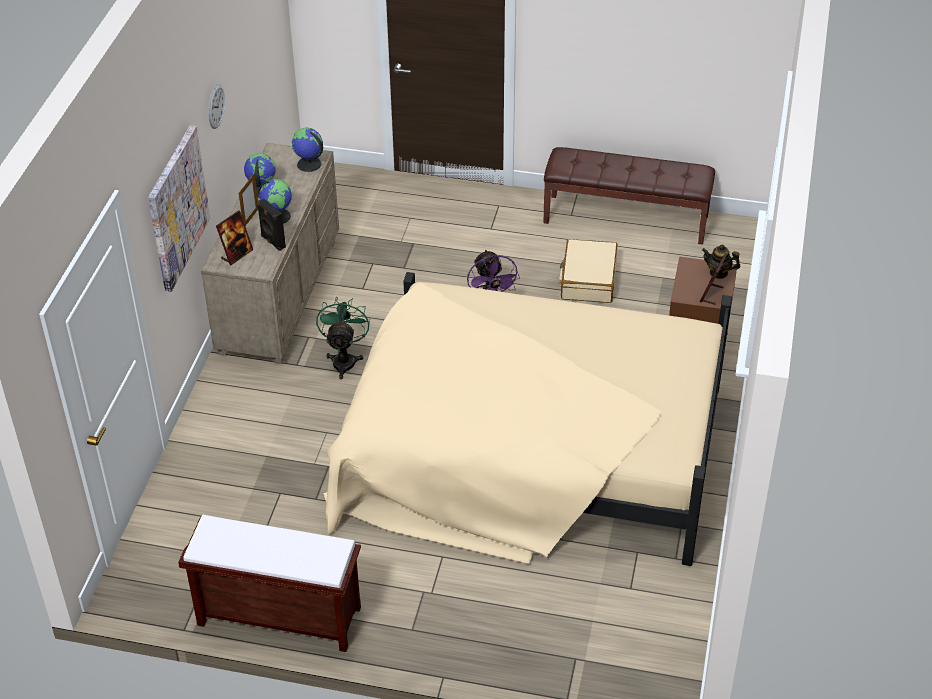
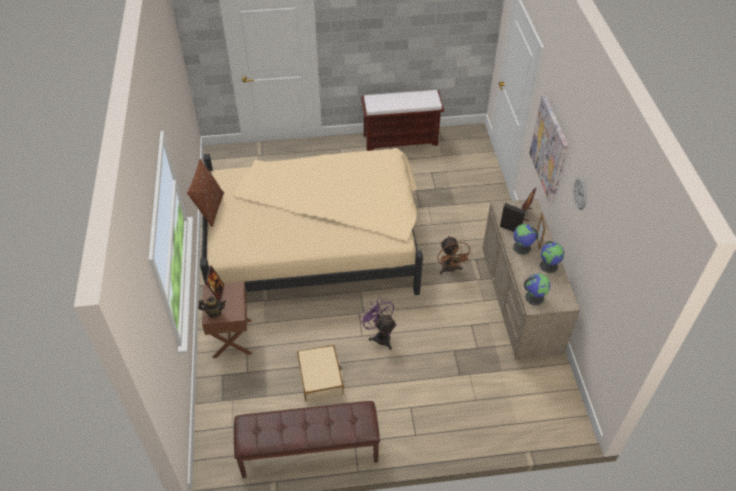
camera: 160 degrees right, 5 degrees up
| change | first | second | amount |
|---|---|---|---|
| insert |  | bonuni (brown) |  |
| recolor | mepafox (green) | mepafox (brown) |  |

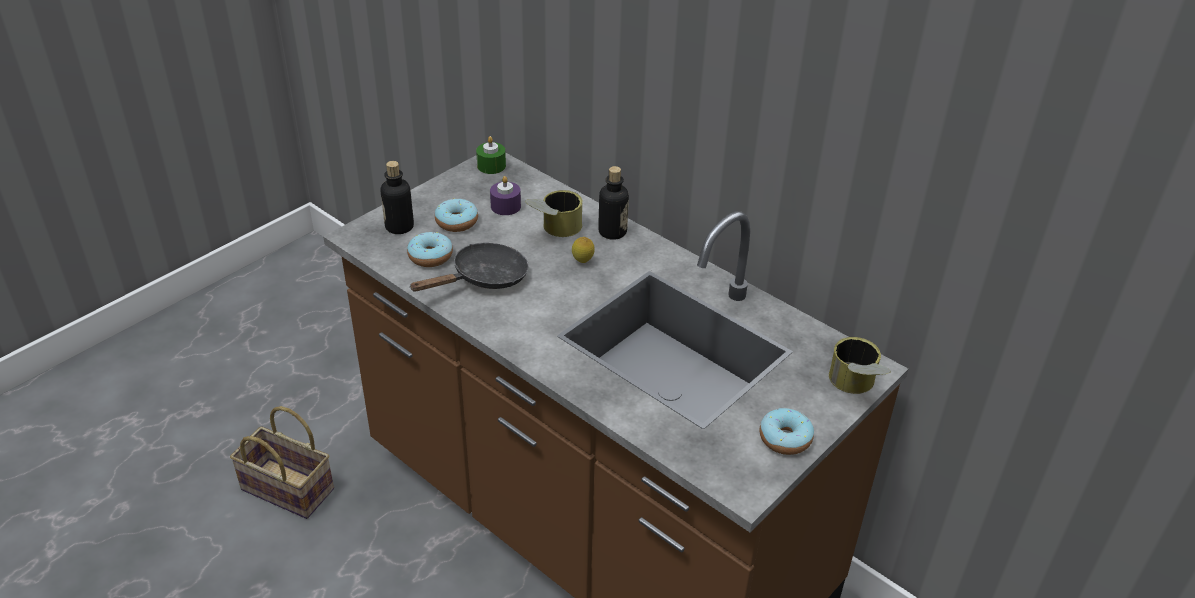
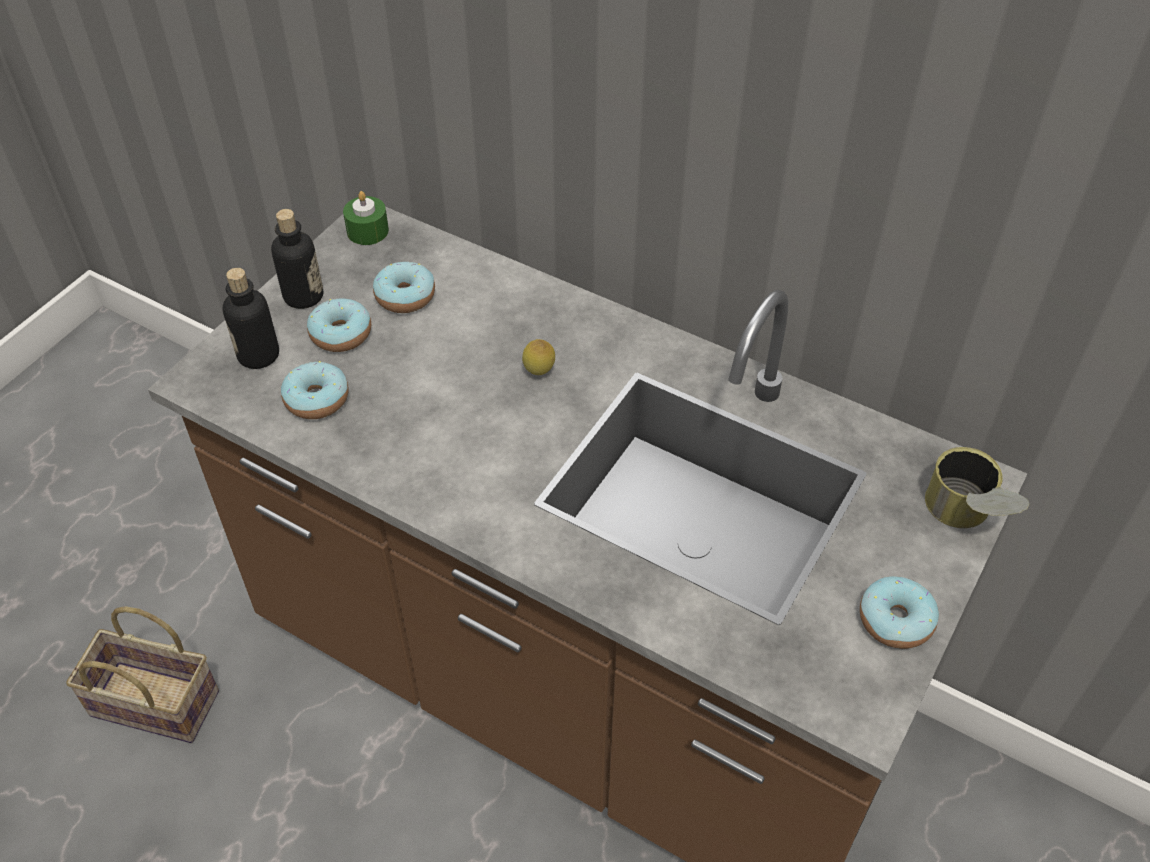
camera: 10 degrees left, 10 degrees up
| change | first | second | amount |
|---|---|---|---|
| delete | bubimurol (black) |  |  |
| delete | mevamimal (1st from left) |  |  |
| move | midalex (2nd from left) |  |  |
| replace | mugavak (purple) | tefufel (3rd from left) |  |

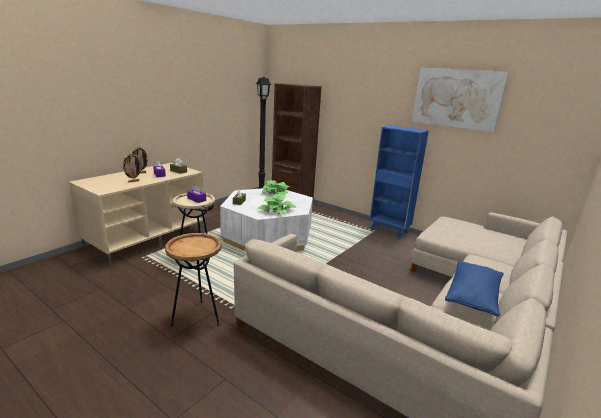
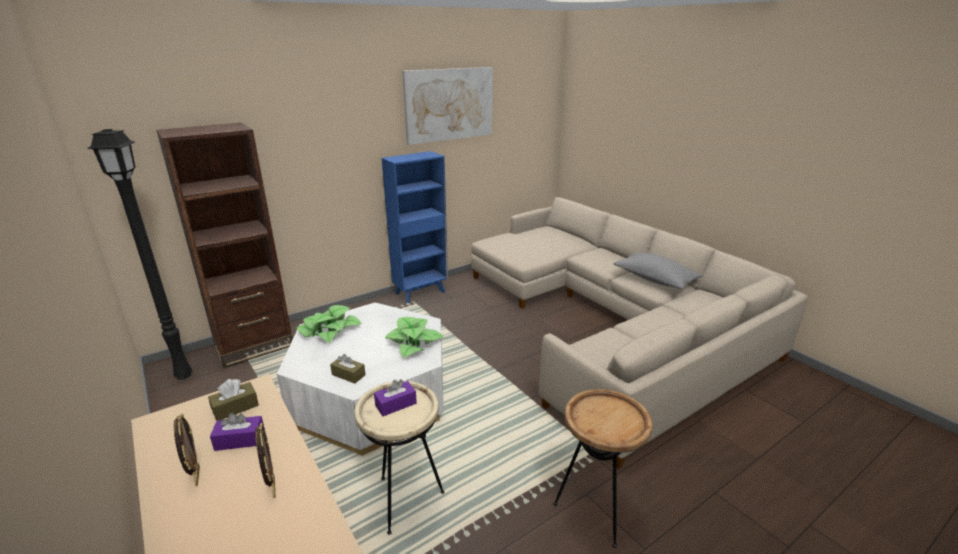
camera: 70 degrees left, 5 degrees up
| change | first | second | amount |
|---|---|---|---|
| recolor | bonuni (blue) | bonuni (grey) |  |

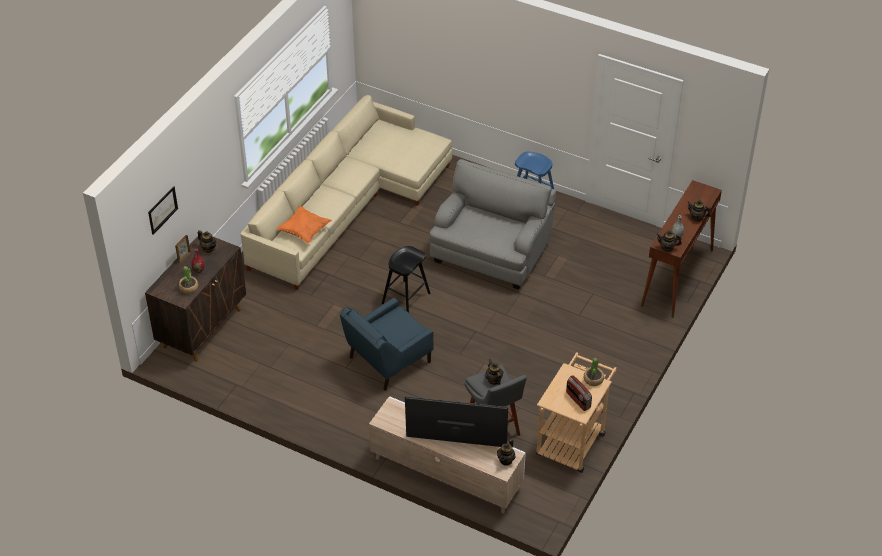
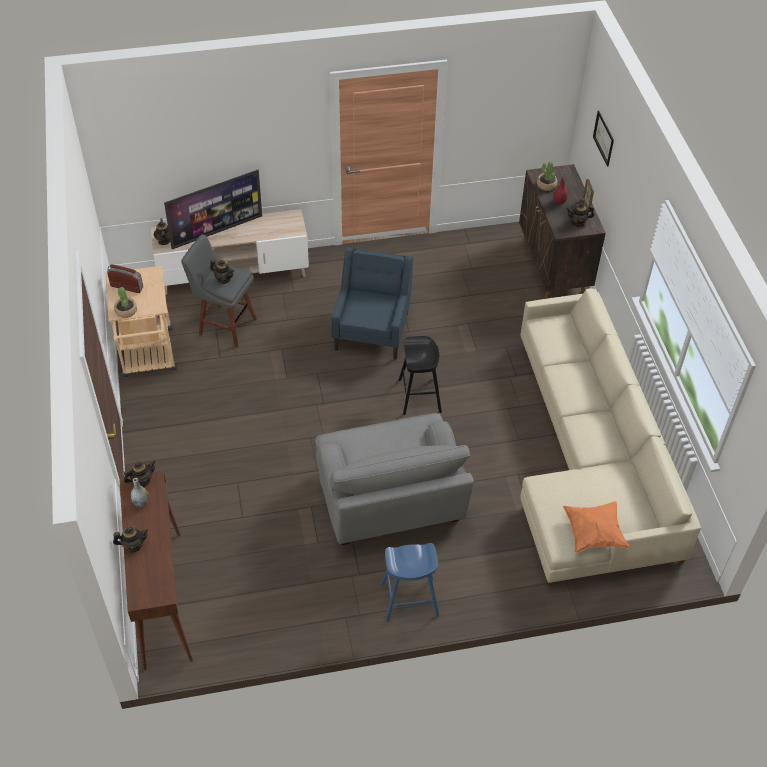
camera: 140 degrees right, 5 degrees up
| change | first | second | amount |
|---|---|---|---|
| move | bonuni (orange) |  |  |

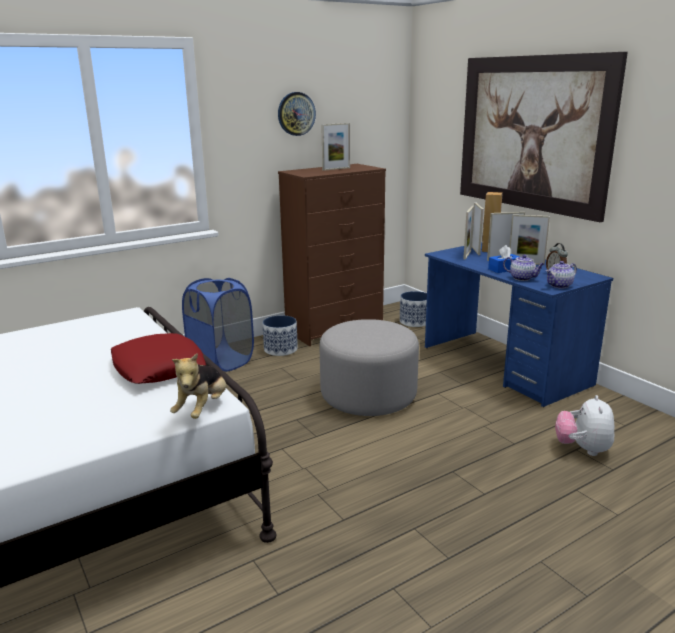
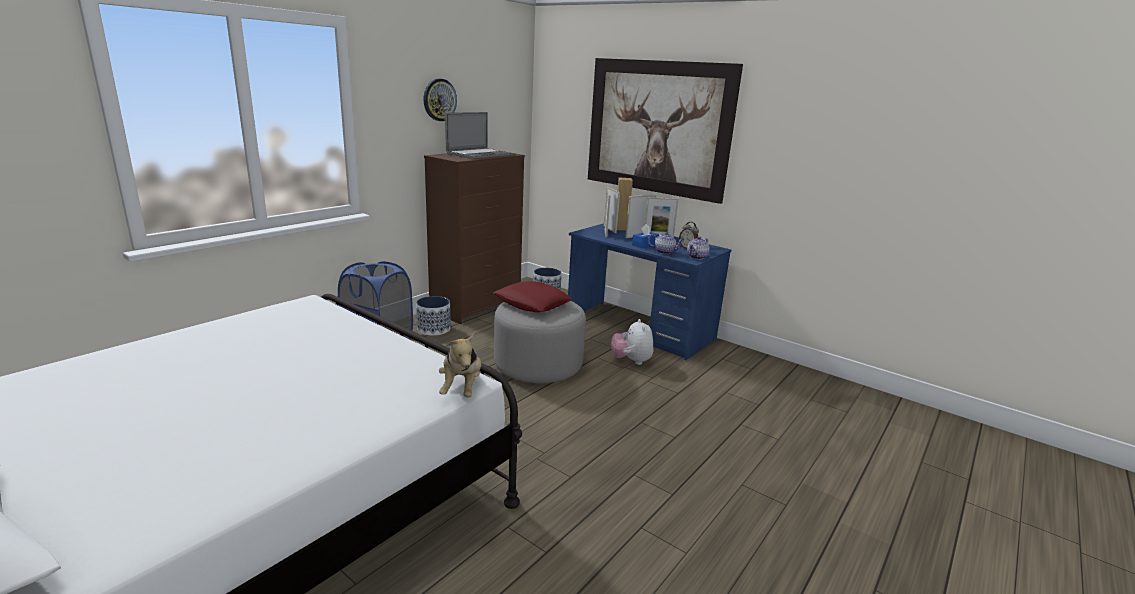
camera: 20 degrees left, 0 degrees up
| change | first | second | amount |
|---|---|---|---|
| move | bonuni (red) |  |  |
| move | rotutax (2nd from left) |  |  |
| replace | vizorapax (1st from left) | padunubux |  |

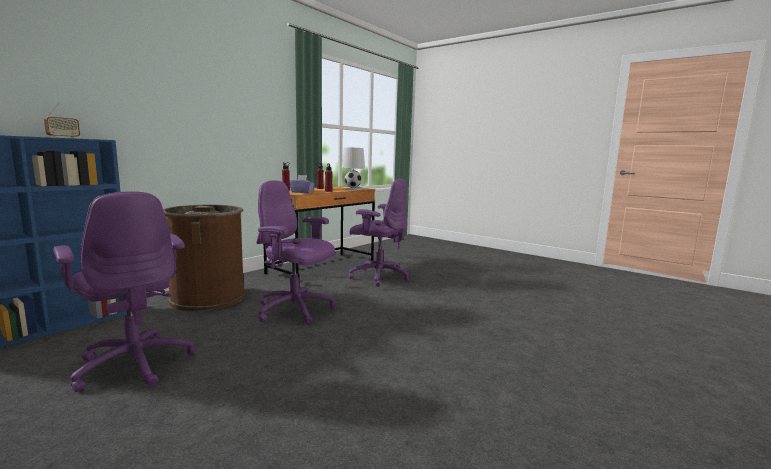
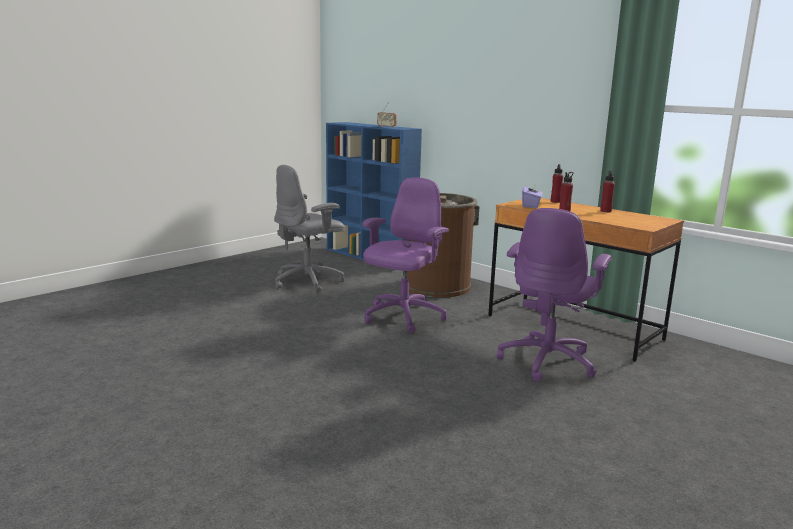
camera: 95 degrees right, 5 degrees up
| change | first | second | amount |
|---|---|---|---|
| delete | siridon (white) |  |  |
| recolor | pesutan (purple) (1st from left) | pesutan (grey) |  |

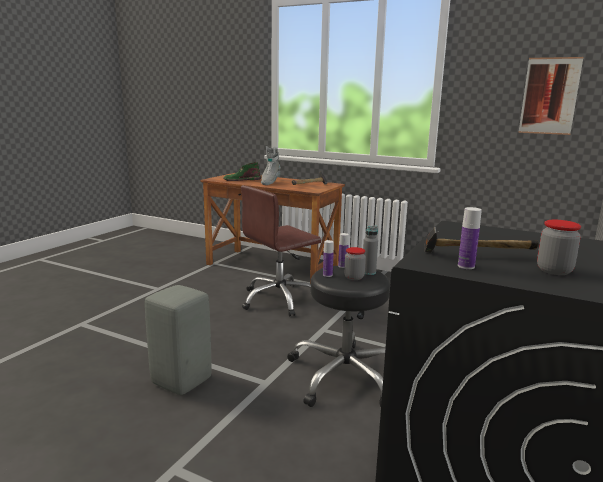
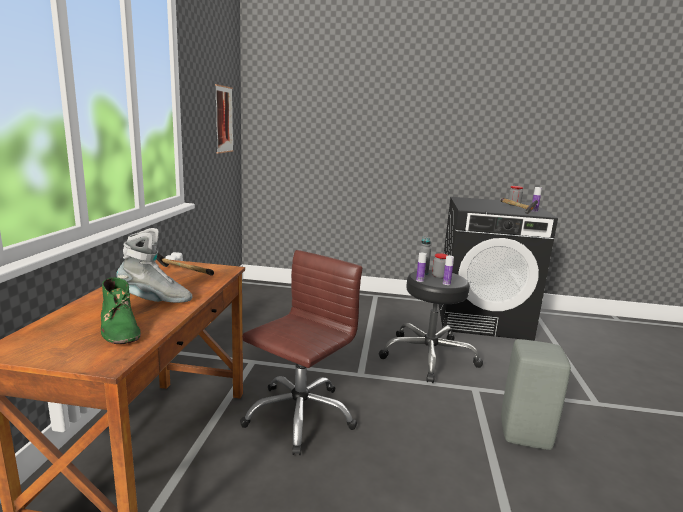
camera: 110 degrees left, 0 degrees up
| change | first | second | amount |
|---|---|---|---|
| rotate | pesutan (brown) |  | 90 degrees counterclockwise |

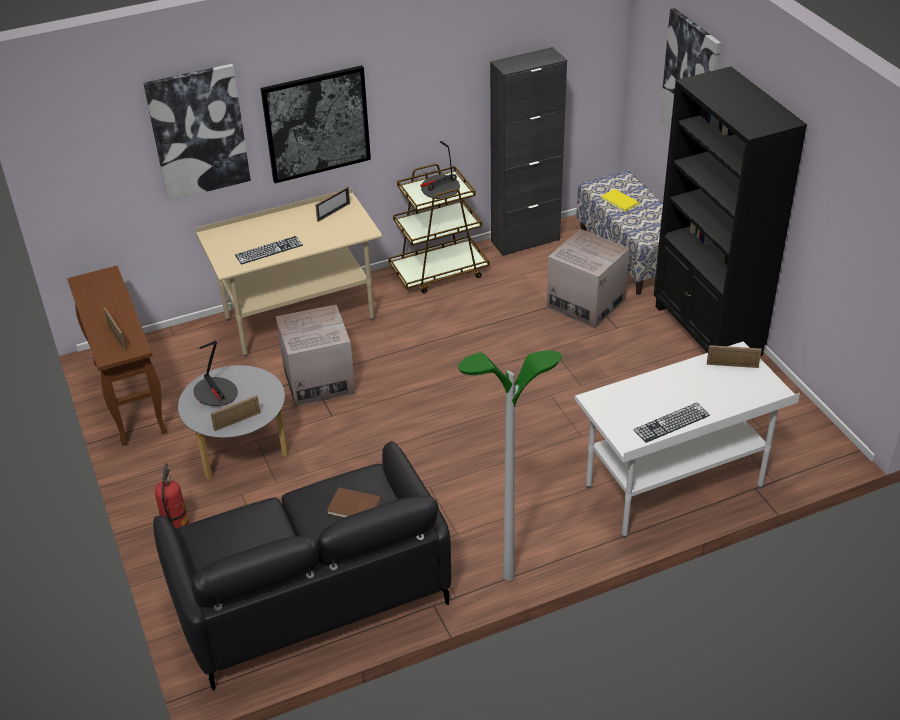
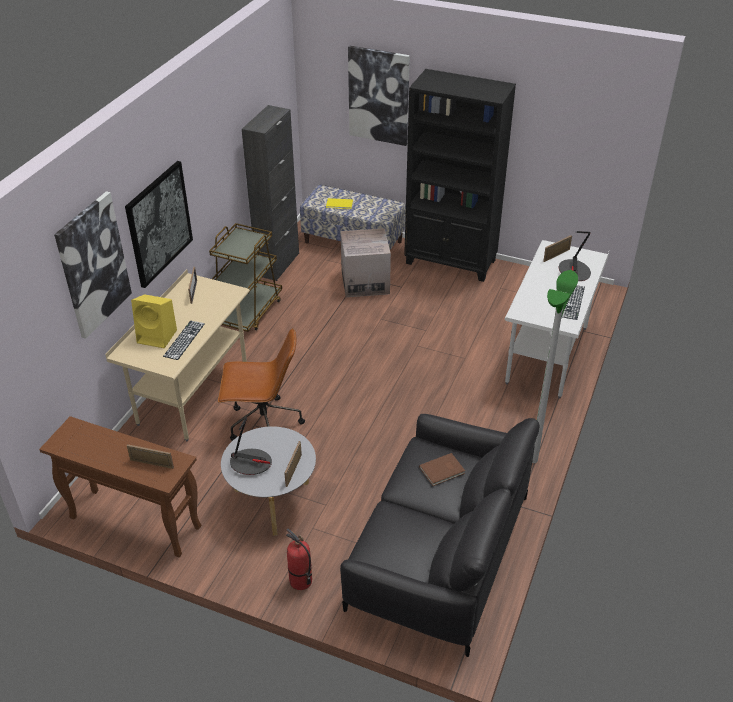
camera: 45 degrees left, 0 degrees up
| change | first | second | amount |
|---|---|---|---|
| insert |  | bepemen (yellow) |  |
| move | siridon (2nd from left) |  |  |
| replace | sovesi (1st from left) | pesutan (brown) |  |

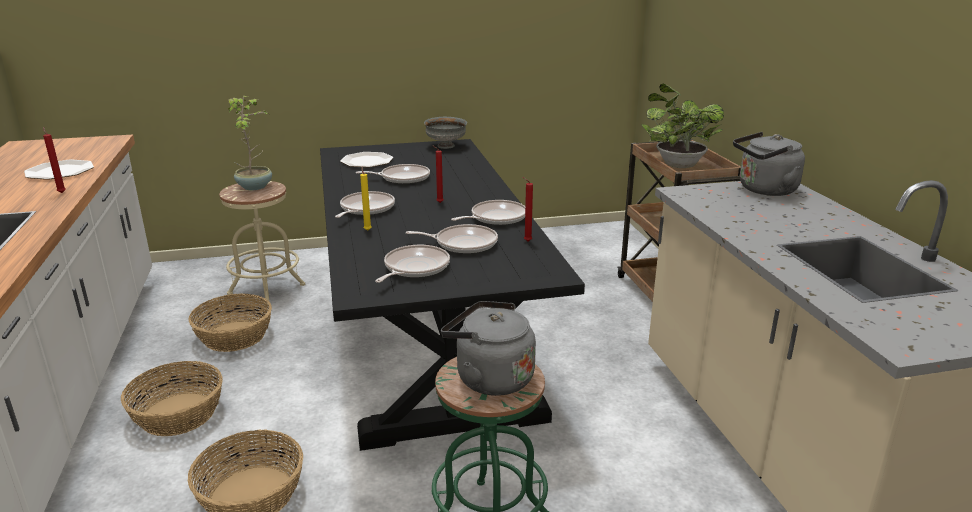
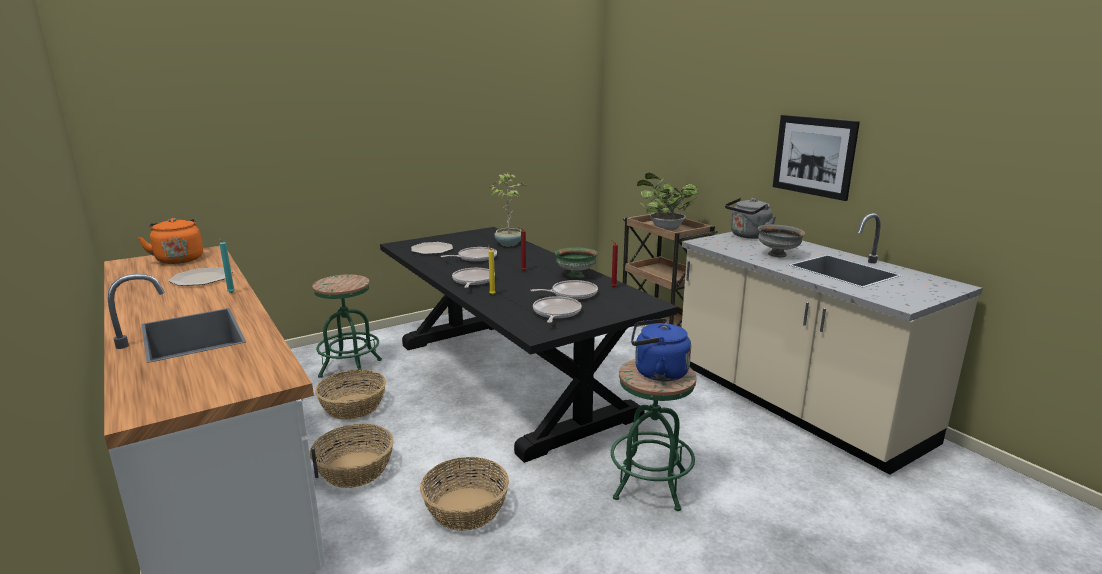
camera: 20 degrees left, 5 degrees down
| change | first | second | amount |
|---|---|---|---|
| insert |  | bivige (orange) |  |
| insert |  | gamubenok |  |
| move | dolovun (1st from left) |  |  |
| move | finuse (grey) |  |  |
| replace | bubimurol (5th from left) | finuse (green) |  |
| recolor | mugavak (red) (1st from left) | mugavak (turquoise) |  |
| recolor | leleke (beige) | leleke (green) (1st from left) |  |
| recolor | bivige (grey) (1st from left) | bivige (blue) |  |

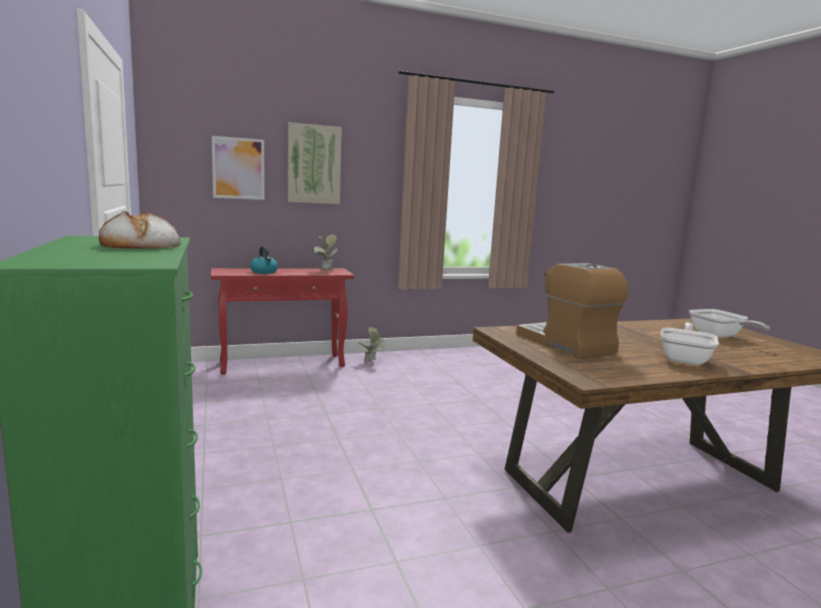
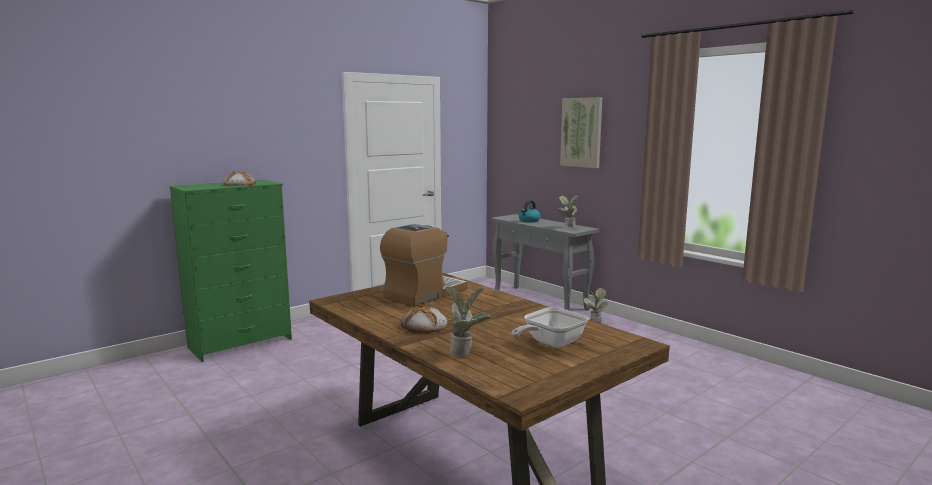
camera: 70 degrees right, 0 degrees up
| change | first | second | amount |
|---|---|---|---|
| delete | gamubenok (1st from left) |  |  |
| insert |  | dolovun (1st from left) |  |
| replace | bubimurol (1st from left) | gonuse (2nd from left) |  |
| recolor | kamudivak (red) | kamudivak (grey) |  |

